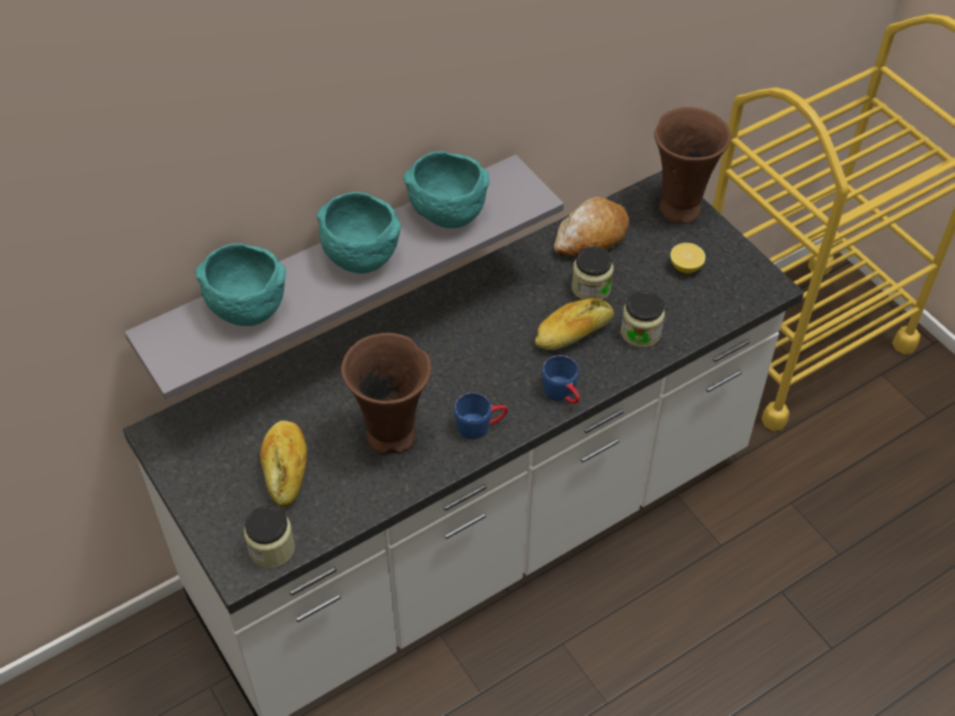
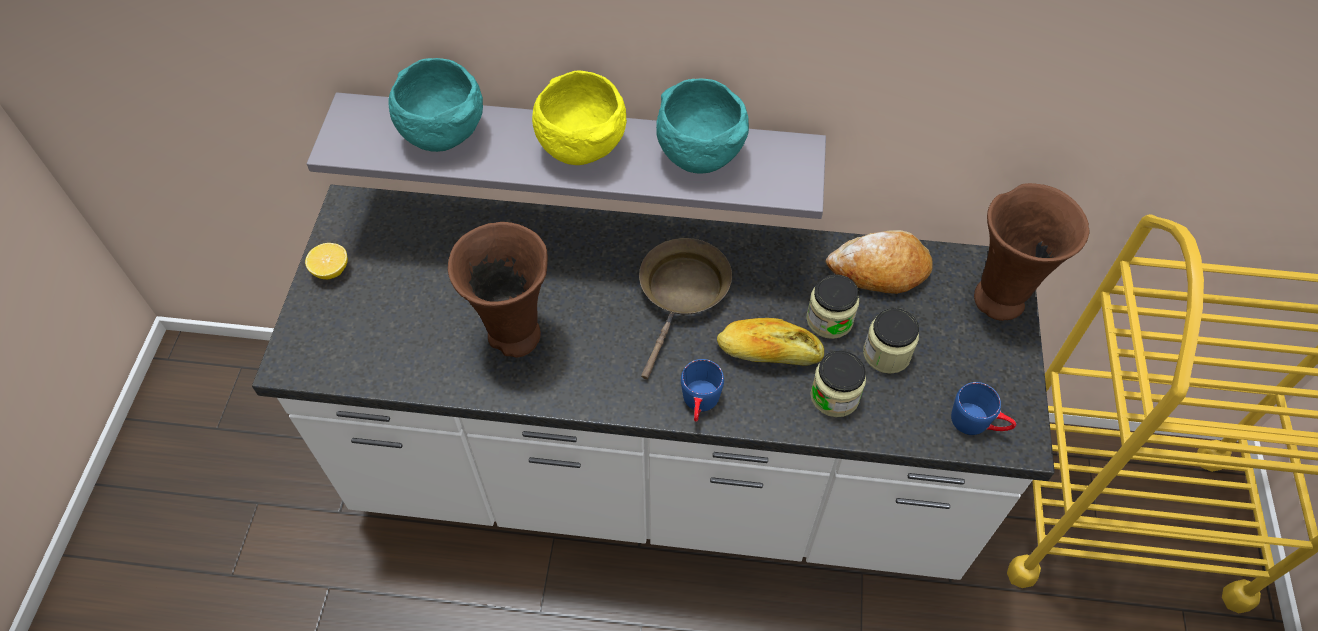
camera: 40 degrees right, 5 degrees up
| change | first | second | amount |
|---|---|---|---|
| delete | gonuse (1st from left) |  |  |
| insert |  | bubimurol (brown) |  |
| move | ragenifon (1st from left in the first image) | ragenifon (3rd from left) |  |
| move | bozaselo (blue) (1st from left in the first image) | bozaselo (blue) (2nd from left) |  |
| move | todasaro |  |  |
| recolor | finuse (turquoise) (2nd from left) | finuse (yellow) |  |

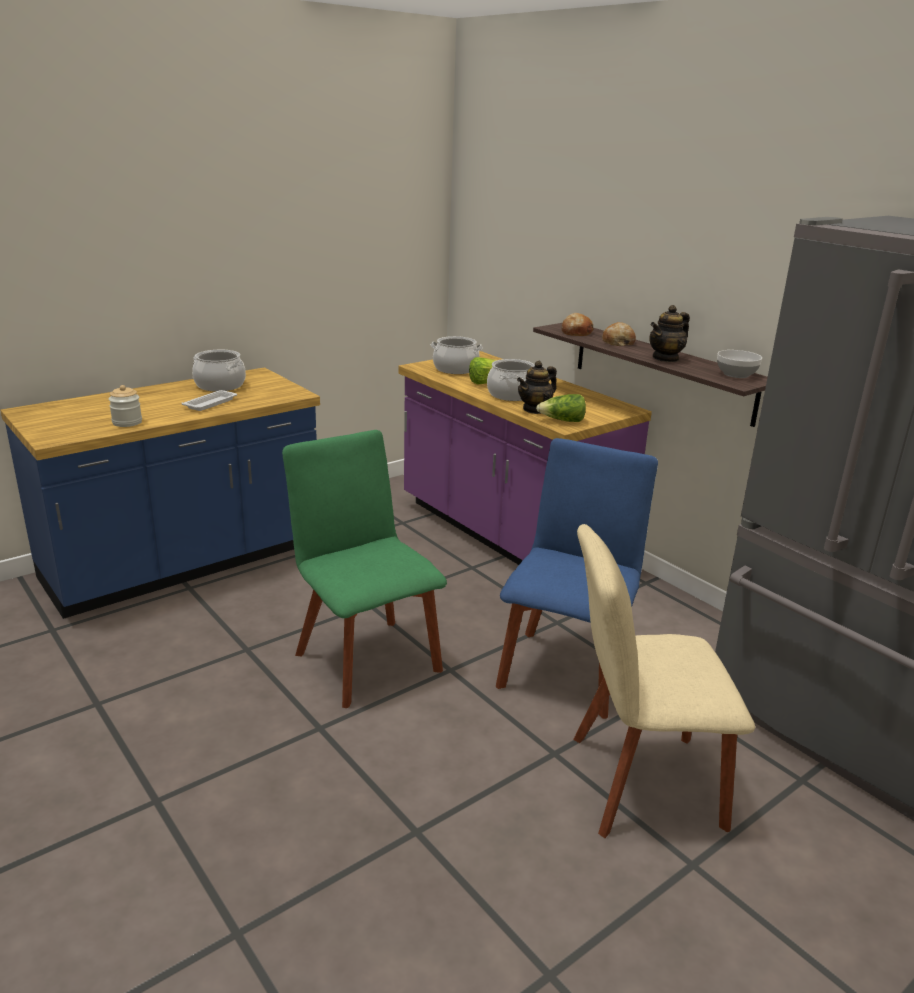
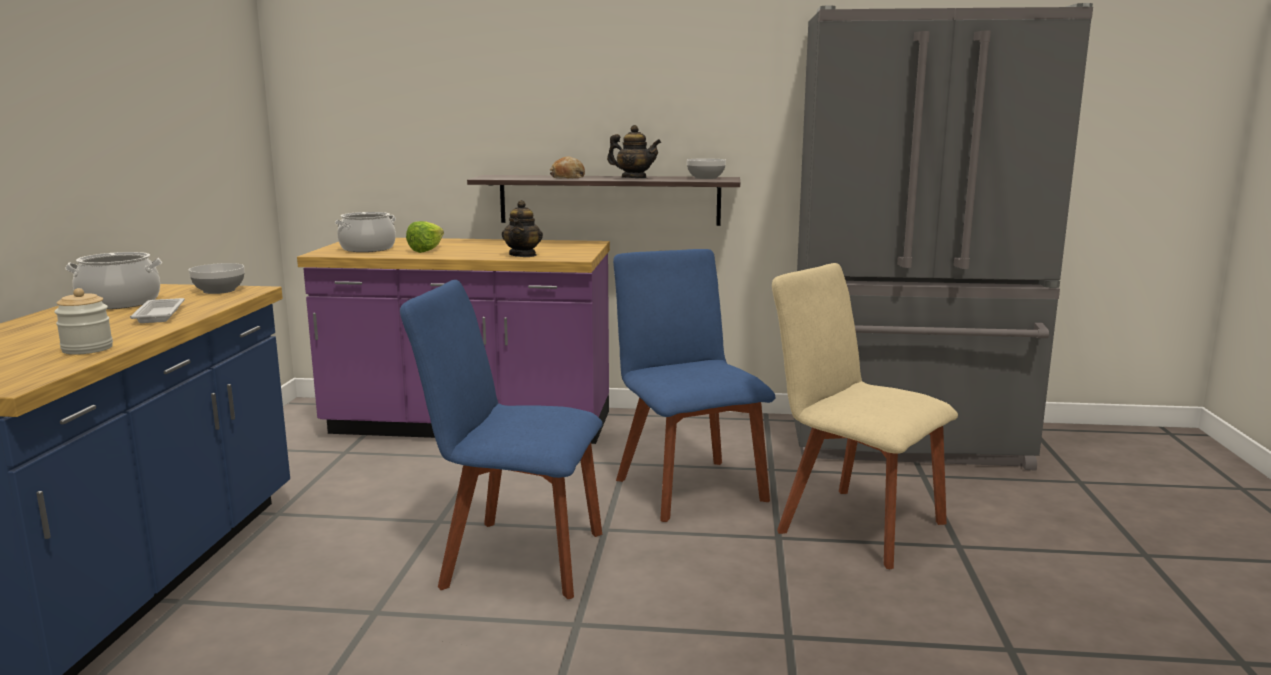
camera: 45 degrees left, 10 degrees down
| change | first | second | amount |
|---|---|---|---|
| delete | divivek (3rd from left) |  |  |
| delete | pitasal (2nd from left) |  |  |
| delete | gonuse (1st from left) |  |  |
| insert |  | finuse (1st from left) |  |
| recolor | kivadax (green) | kivadax (blue) (1st from left) |  |
| rotate | kivadax (beige) |  | 90 degrees clockwise |
| rotate | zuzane (2nd from left) |  | 75 degrees counterclockwise |

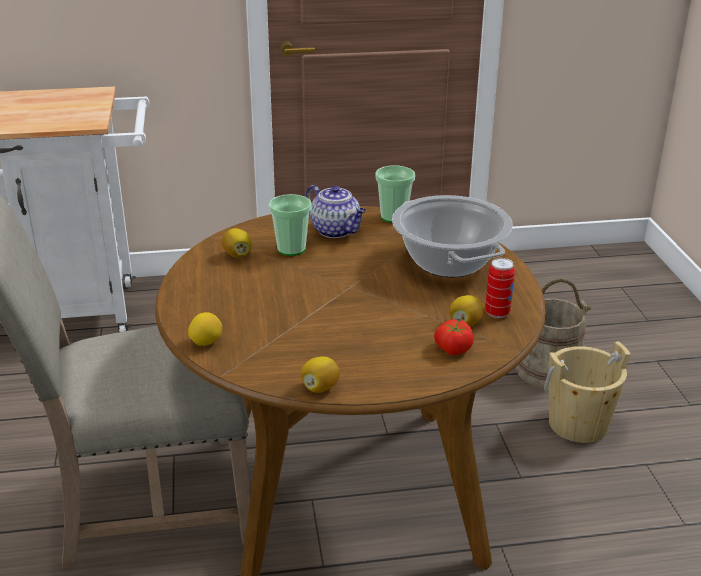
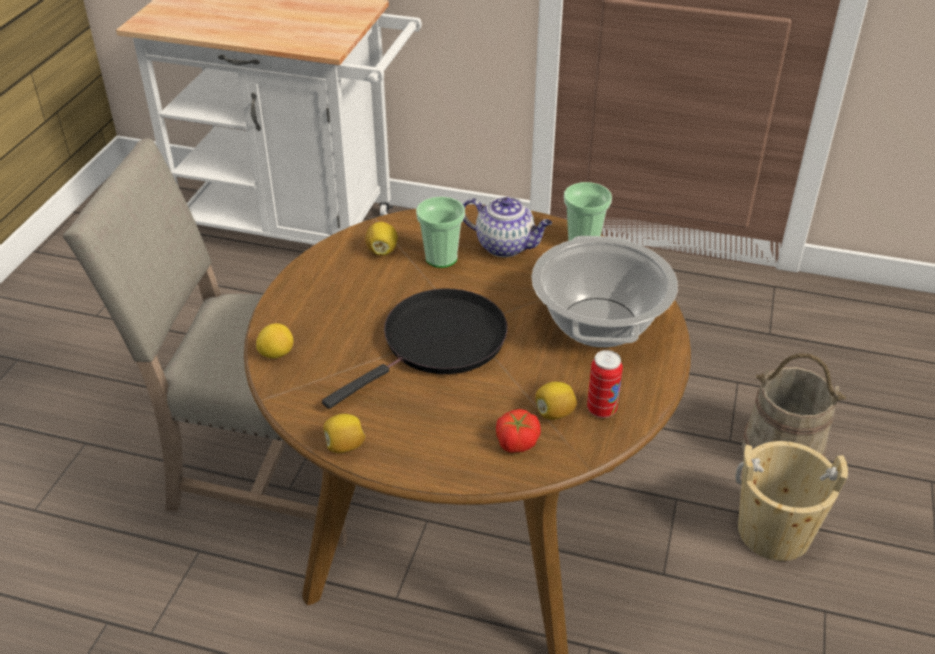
camera: 25 degrees right, 10 degrees up
| change | first | second | amount |
|---|---|---|---|
| insert |  | bubimurol (black) |  |
| rotate | zuzane |  | 45 degrees counterclockwise |

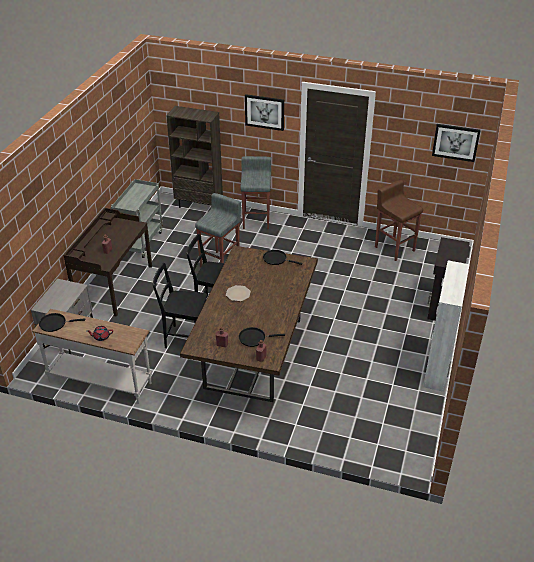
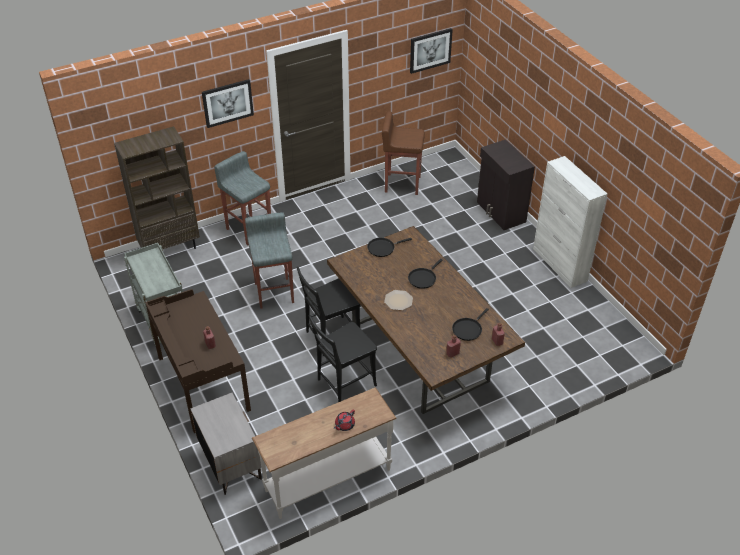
camera: 45 degrees left, 5 degrees up
| change | first | second | amount |
|---|---|---|---|
| move | bubimurol (black) (1st from left in the first image) | bubimurol (black) (2nd from left) |  |

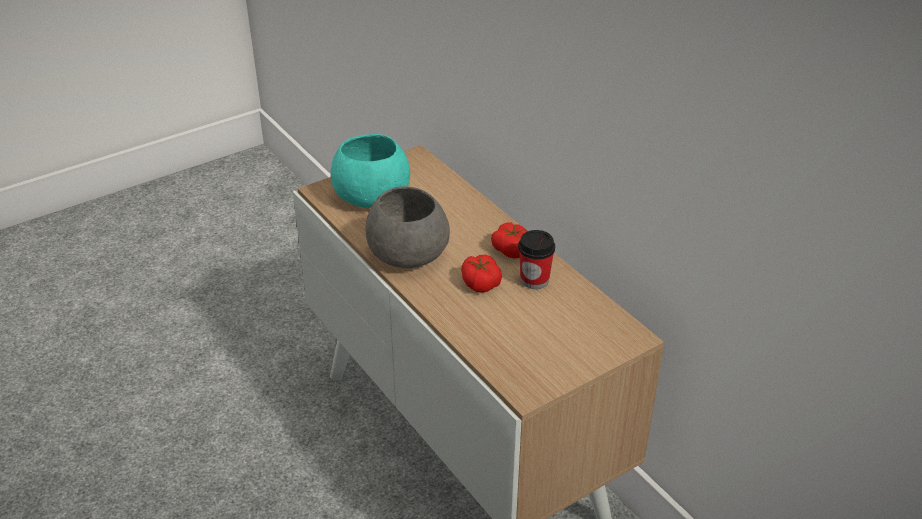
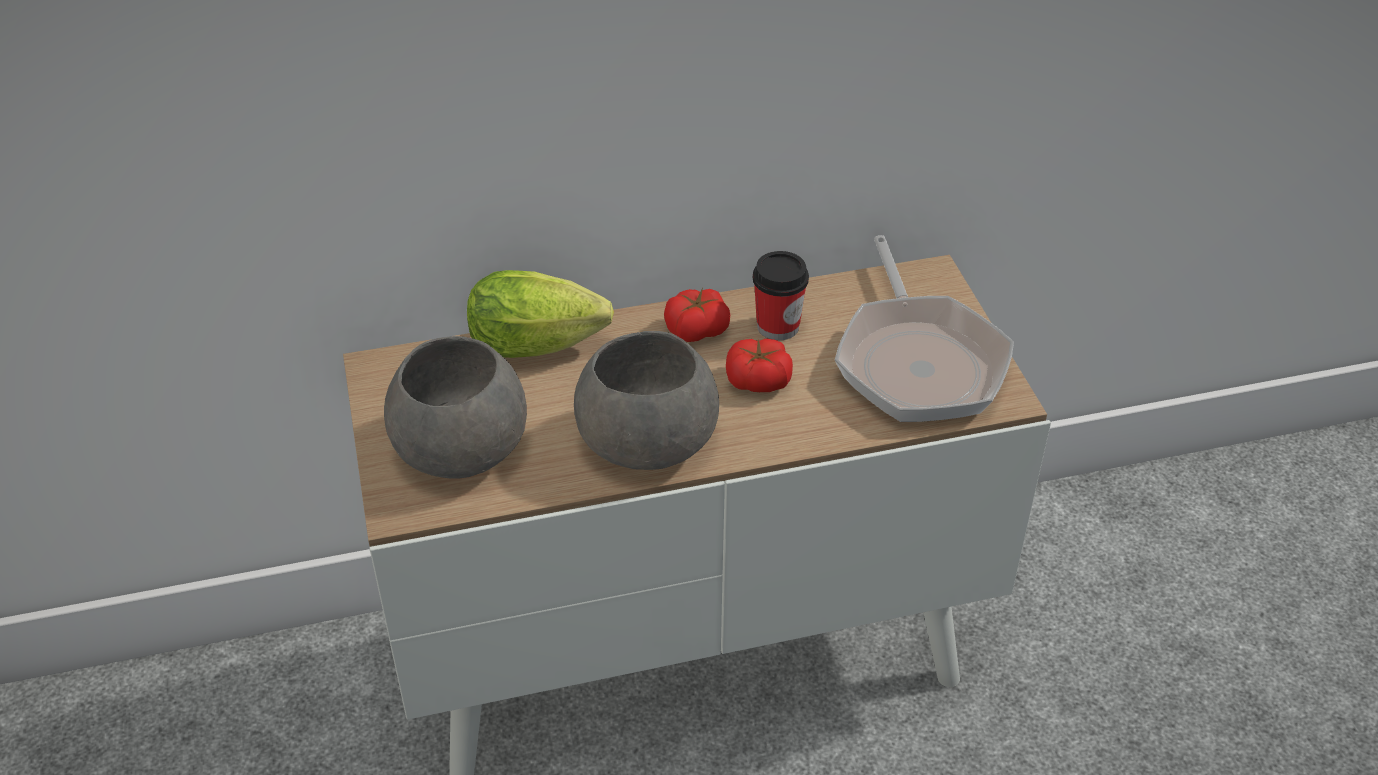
camera: 70 degrees left, 5 degrees up
| change | first | second | amount |
|---|---|---|---|
| insert |  | pitasal |  |
| insert |  | bubimurol |  |
| recolor | finuse (turquoise) | finuse (grey) (1st from left) |  |

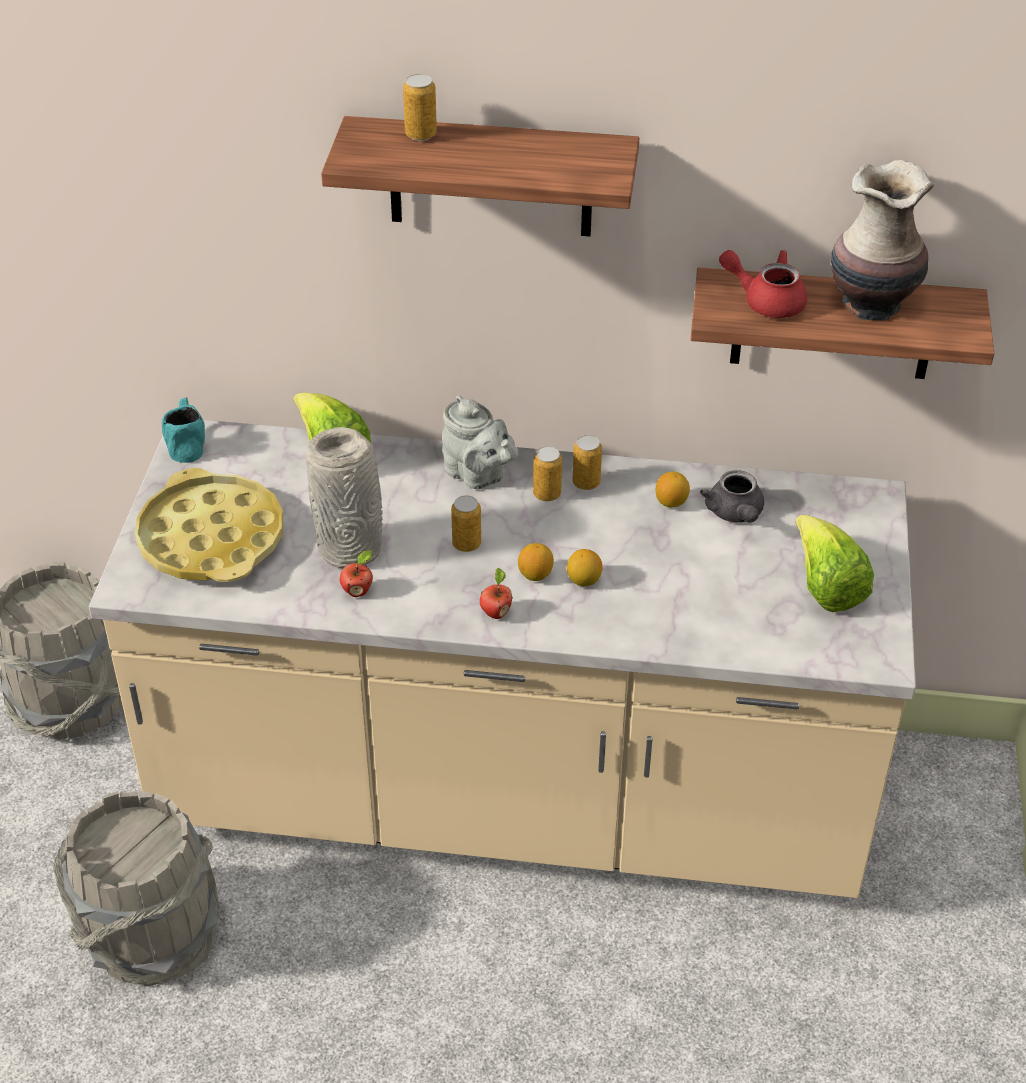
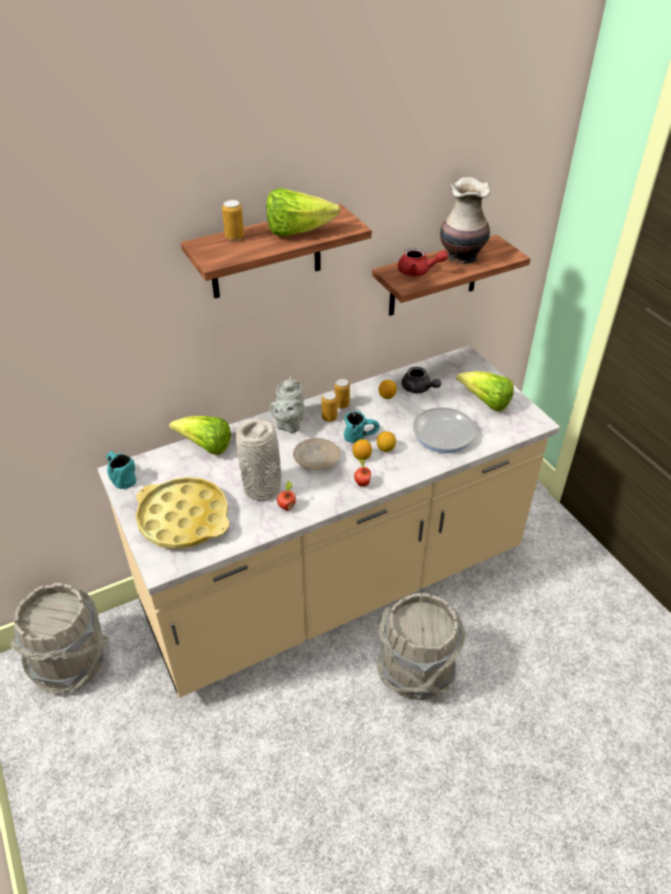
camera: 35 degrees left, 0 degrees up
| change | first | second | amount |
|---|---|---|---|
| insert |  | pitasal (2nd from left) |  |
| insert |  | bozaselo (turquoise) (2nd from left) |  |
| insert |  | bubimurol |  |
| move | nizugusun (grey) (2nd from left) |  |  |
| replace | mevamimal (2nd from left) | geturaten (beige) |  |
| rotate | zuzane (grey) (1st from left) |  | 90 degrees clockwise |
| rotate | zuzane (red) |  | 150 degrees counterclockwise |

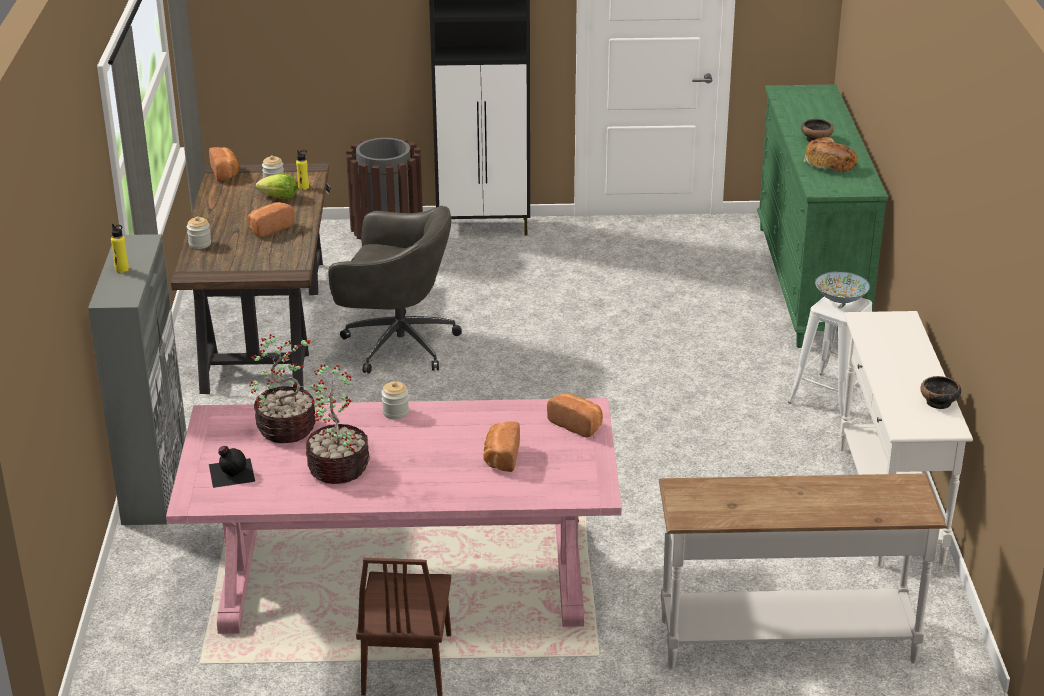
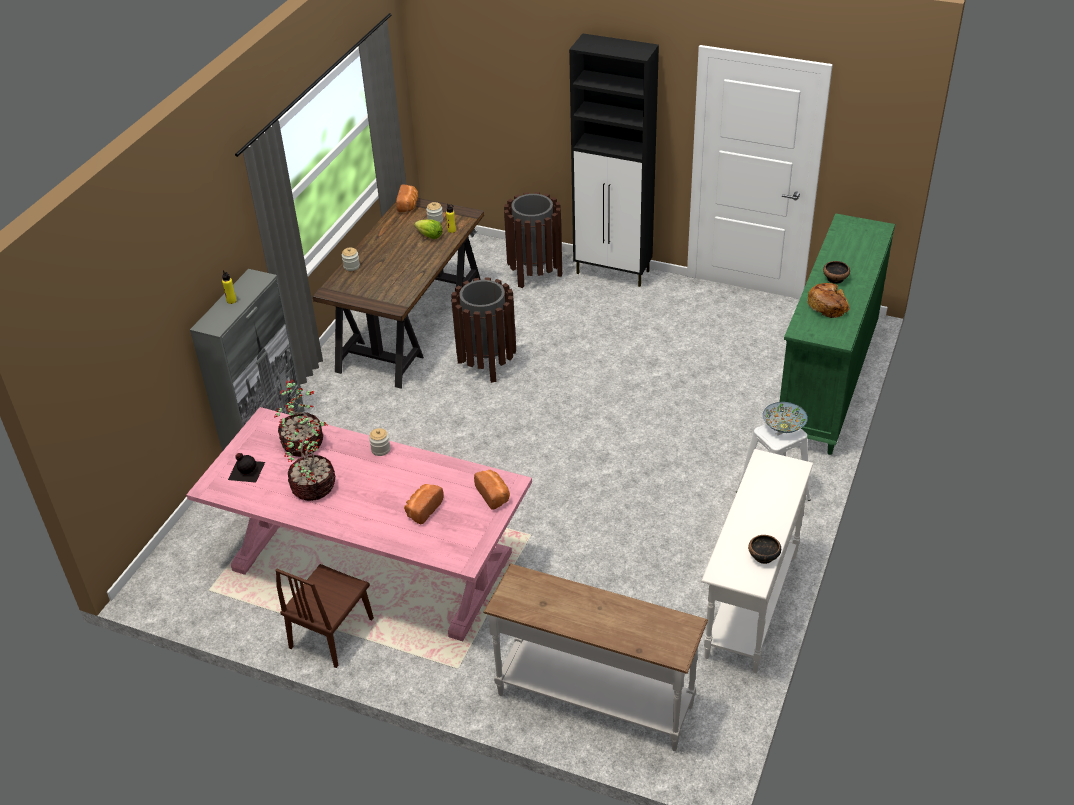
camera: 25 degrees right, 10 degrees up
| change | first | second | amount |
|---|---|---|---|
| delete | gonuse (2nd from left) |  |  |
| replace | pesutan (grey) | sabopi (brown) (1st from left) |  |

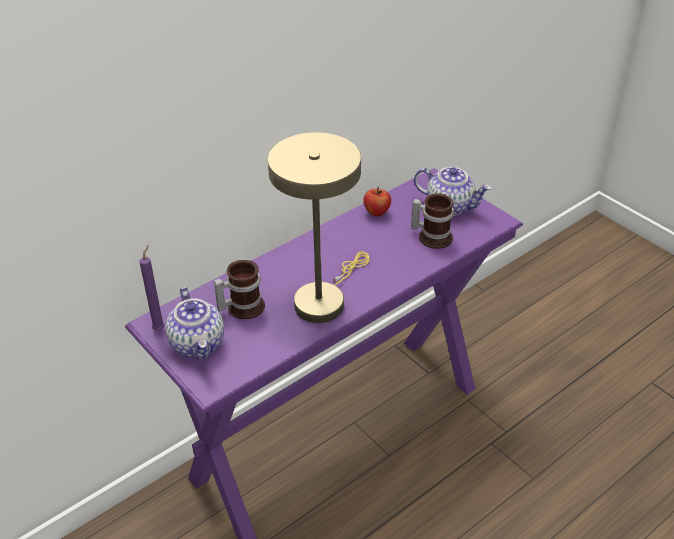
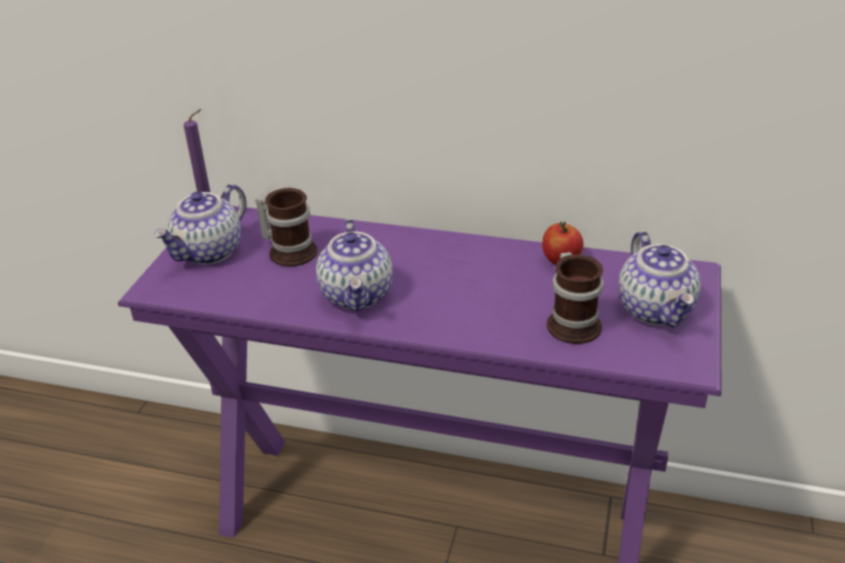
camera: 55 degrees right, 5 degrees down
| change | first | second | amount |
|---|---|---|---|
| replace | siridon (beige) | zuzane (2nd from left) |  |

